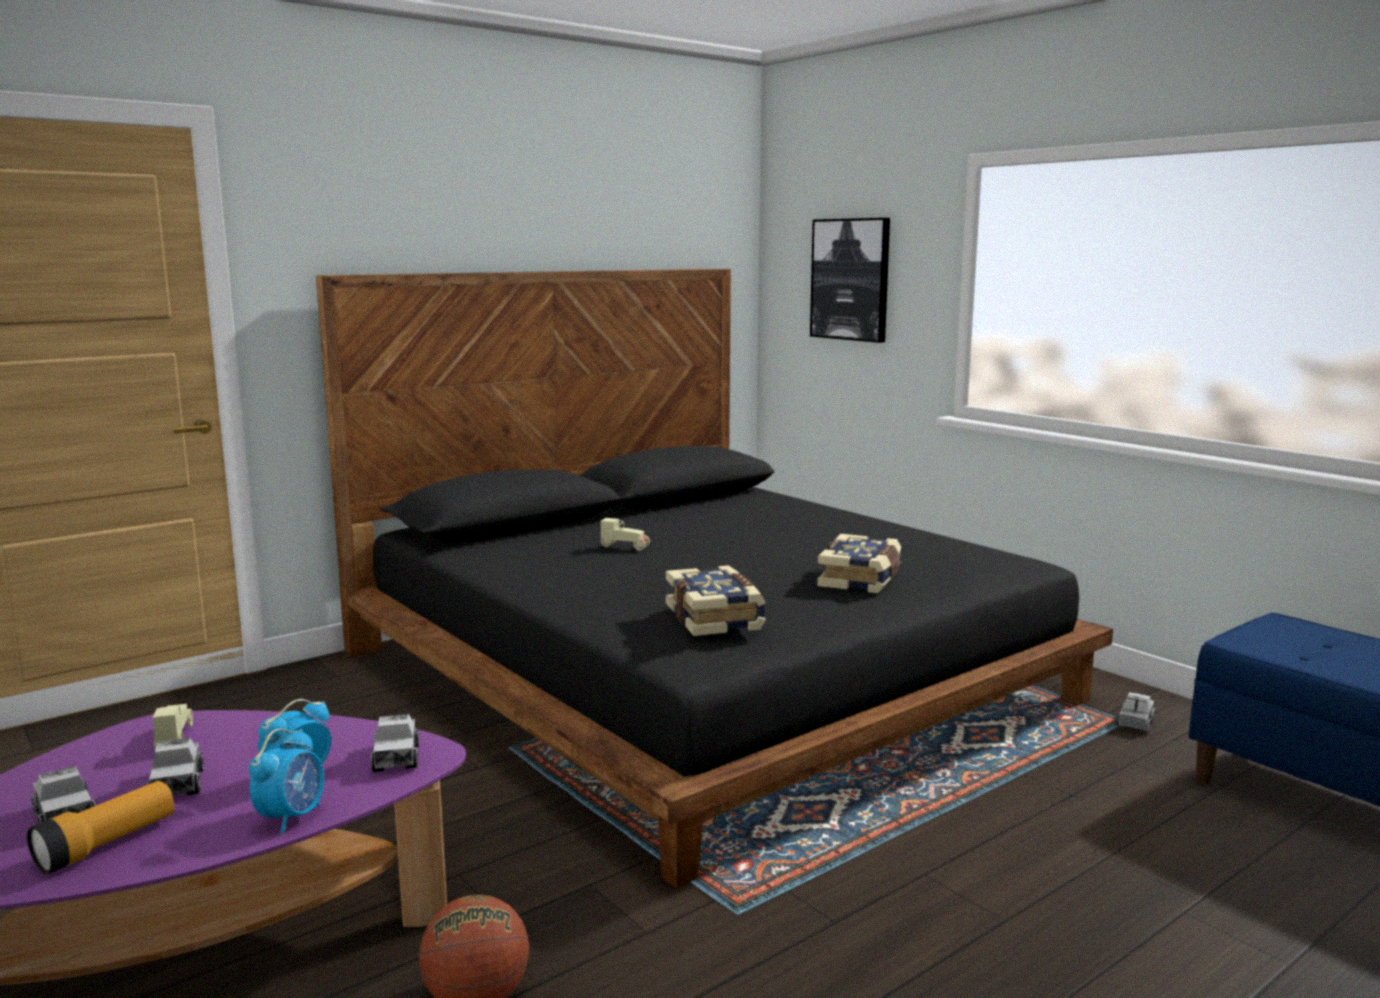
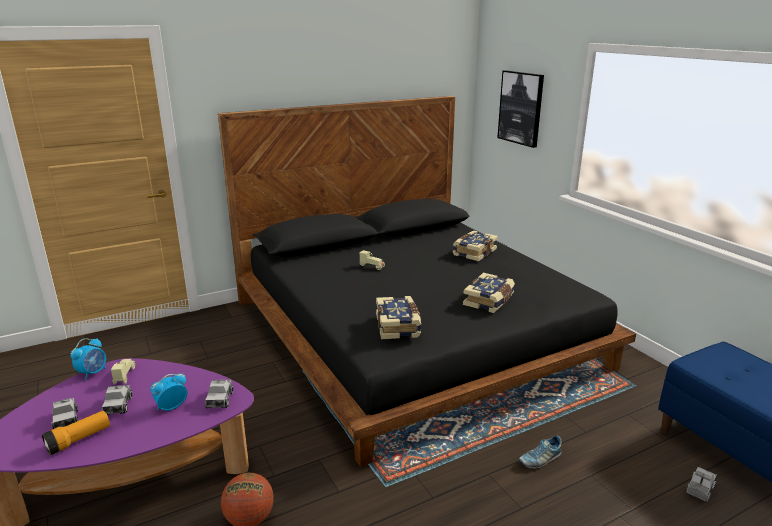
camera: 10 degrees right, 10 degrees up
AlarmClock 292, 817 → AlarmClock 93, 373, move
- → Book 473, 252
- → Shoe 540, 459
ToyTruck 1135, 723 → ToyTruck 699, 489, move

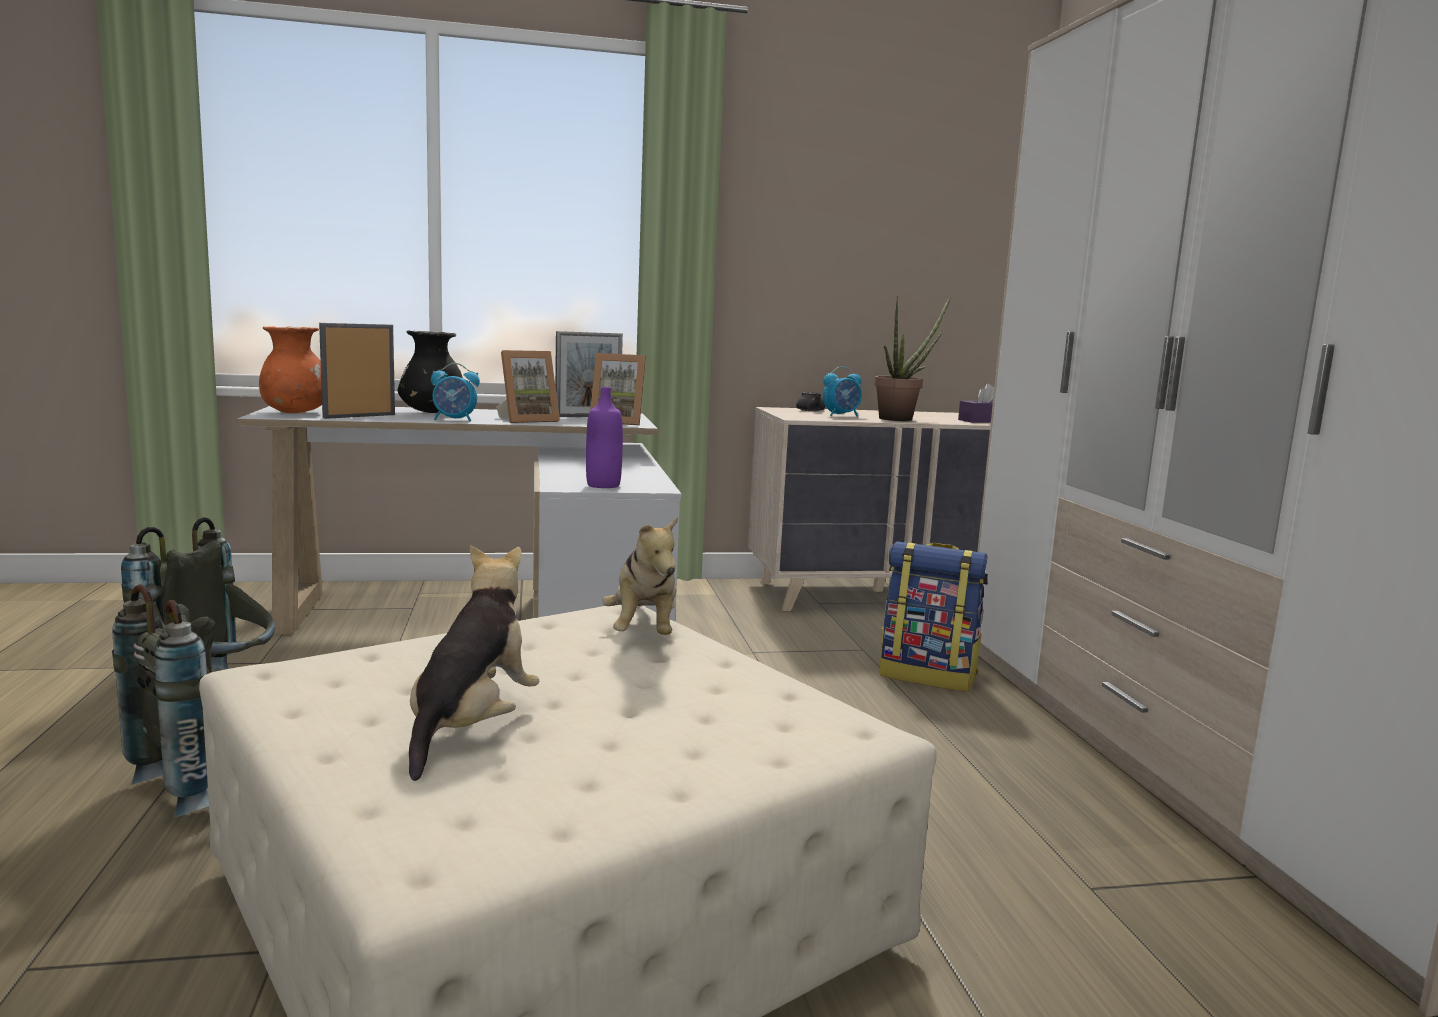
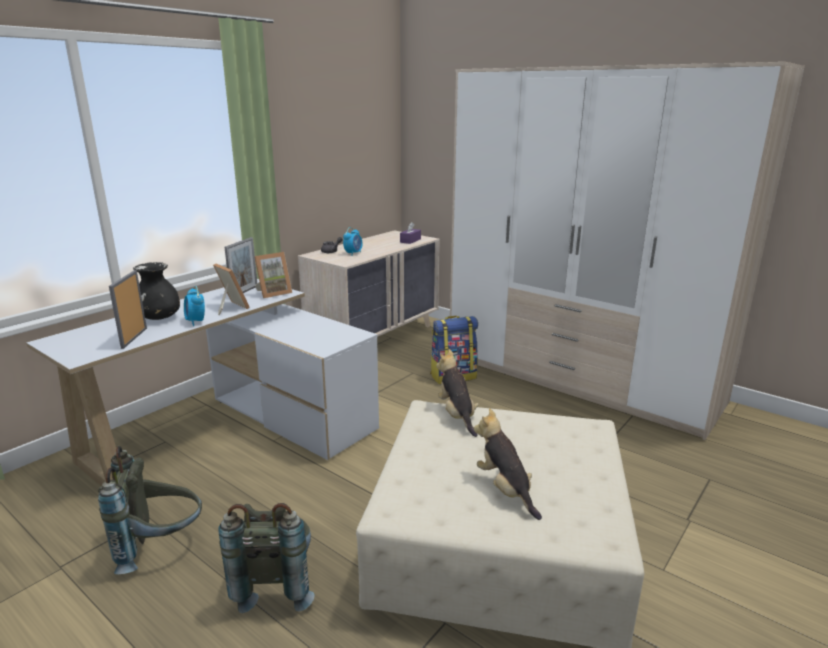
camera: 40 degrees left, 10 degrees up
AlarmClock 454, 420 → AlarmClock 196, 321, 105 degrees clockwise
PictureFrame 527, 420 → PictureFrame 230, 307, 60 degrees counterclockwise
PlushToy 644, 631 → PlushToy 457, 415, 150 degrees counterclockwise
OrangeVase 296, 413 → -
PurpleBottle 603, 485 → -
PottedPlant 901, 419 → -

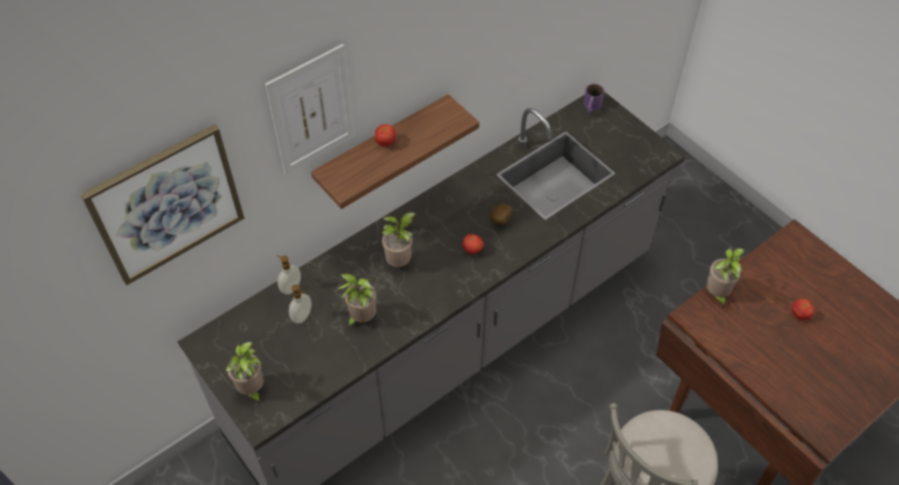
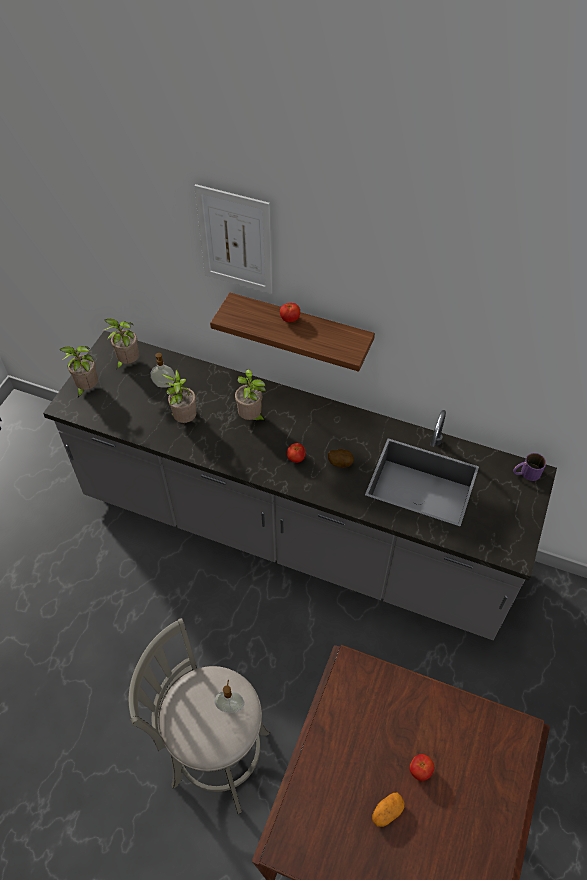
camera: 60 degrees right, 0 degrees up
PottedPlant 716, 294 → PottedPlant 127, 362, move
SoapDispenser 290, 287 → SoapDispenser 230, 706, move
- → Potato 387, 812
Picture 167, 204 → -

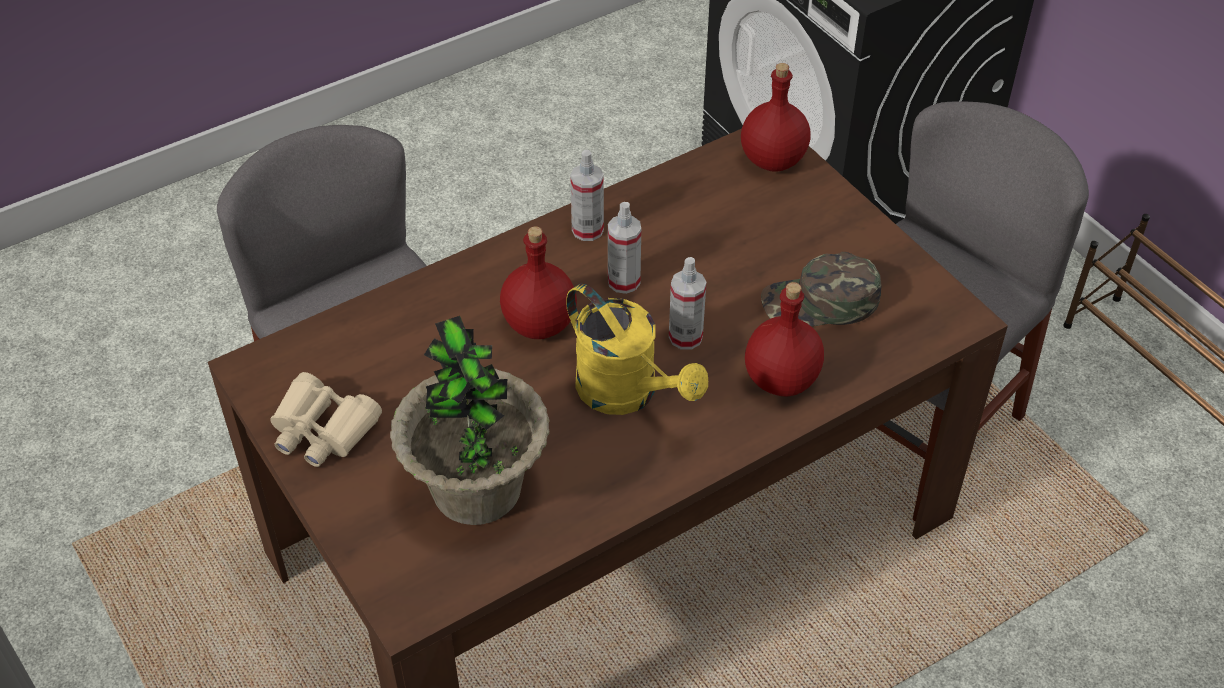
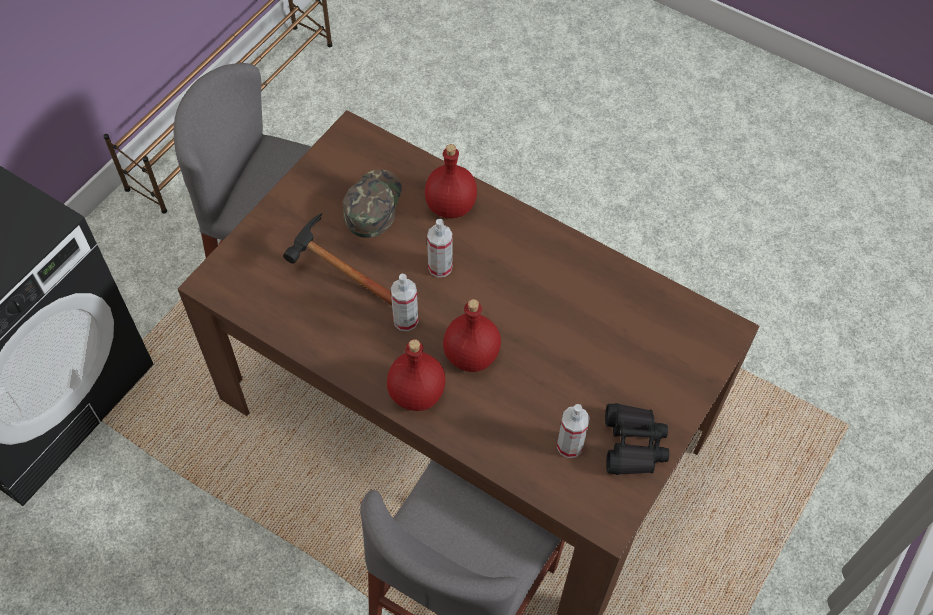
camera: 115 degrees left, 10 degrees up
- → Hammer 333, 272
GreenCap 820, 302 → GreenCap 372, 205, 135 degrees counterclockwise
RedBottle 771, 160 → RedBottle 417, 394, move
SprayBottle 587, 230 → SprayBottle 569, 445, move
BeigeBinoculars 322, 430 → BlackBinoculars 633, 445
PottedPlant 476, 489 → -
YellowWateringCan 628, 393 → -

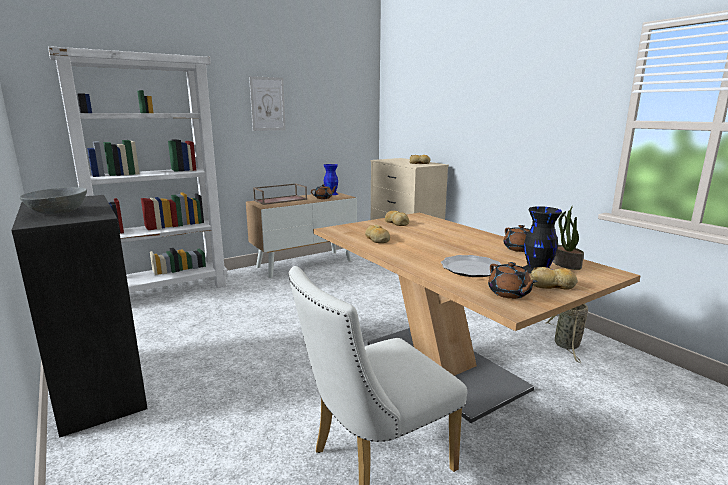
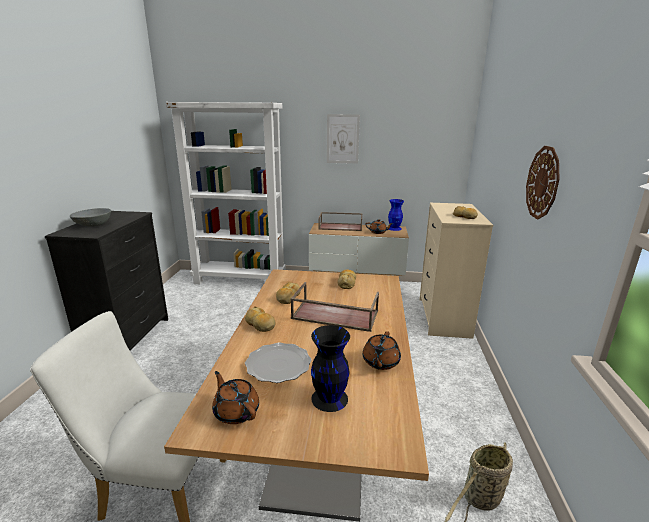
camera: 40 degrees right, 5 degrees up
BrownTeapot 509, 293 → BrownTeapot 236, 411, 120 degrees clockwise
Bread 553, 285 → Bread 260, 324, move
- → BrownTray 334, 315
- → WallClock 543, 182
PottedPlant 565, 264 → -

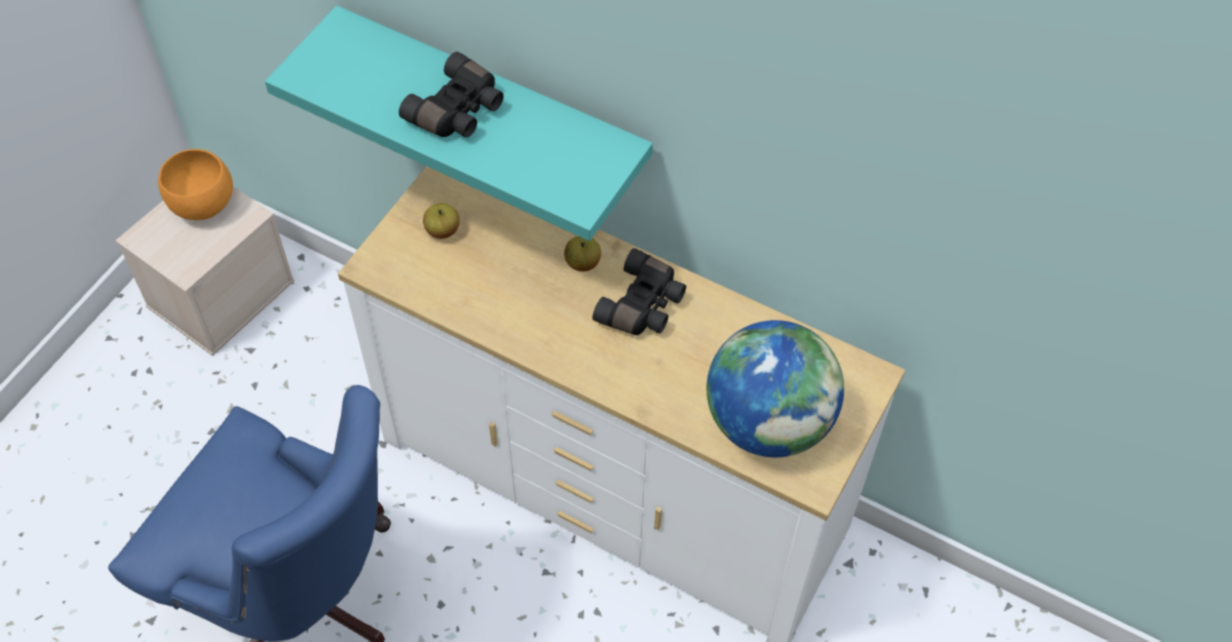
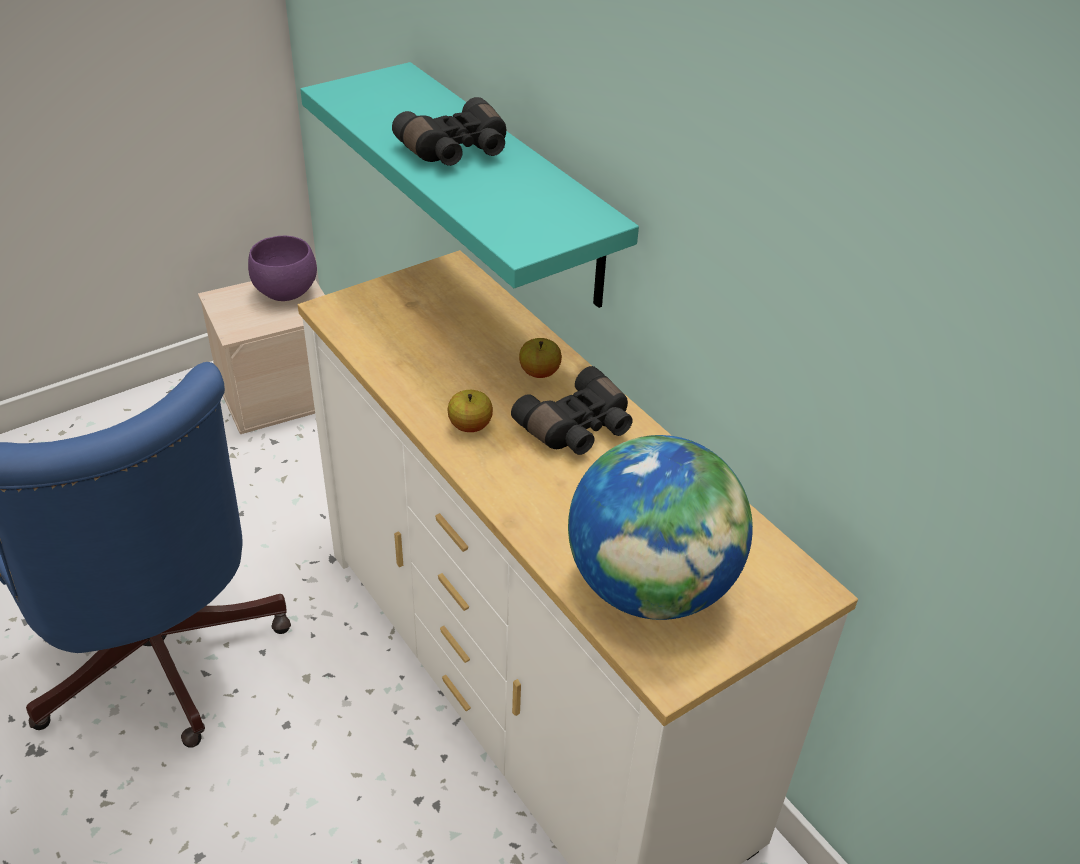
camera: 25 degrees right, 15 degrees down
OrangeBowl 202, 206 → PurpleBowl 284, 293
Apple 442, 231 → Apple 470, 426, move

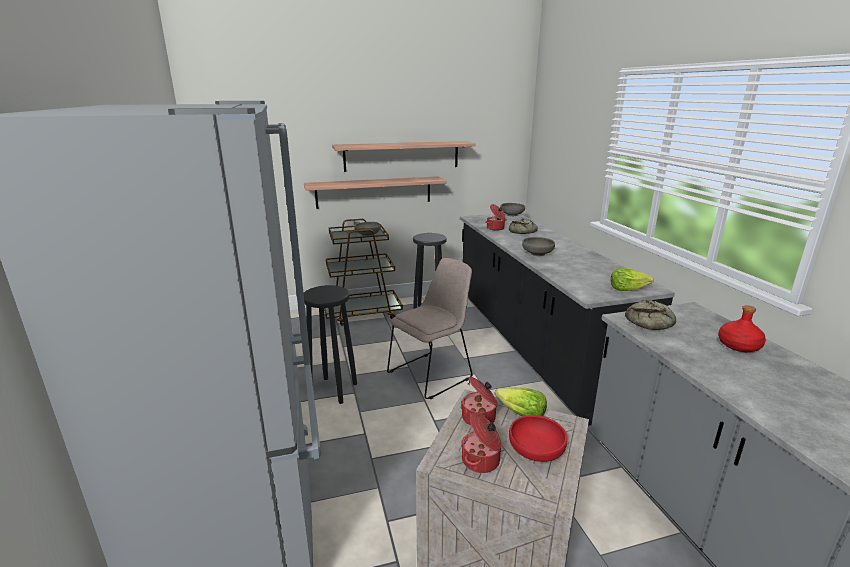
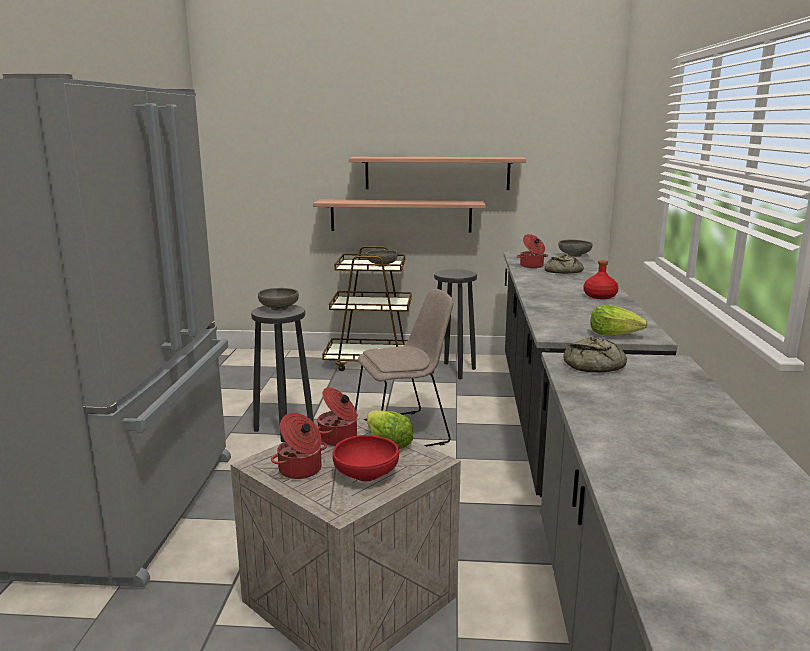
camera: 20 degrees right, 5 degrees down
GreyBowl 537, 254 → GreyBowl 279, 308, move
RedBottle 739, 346 → RedBottle 600, 296, move

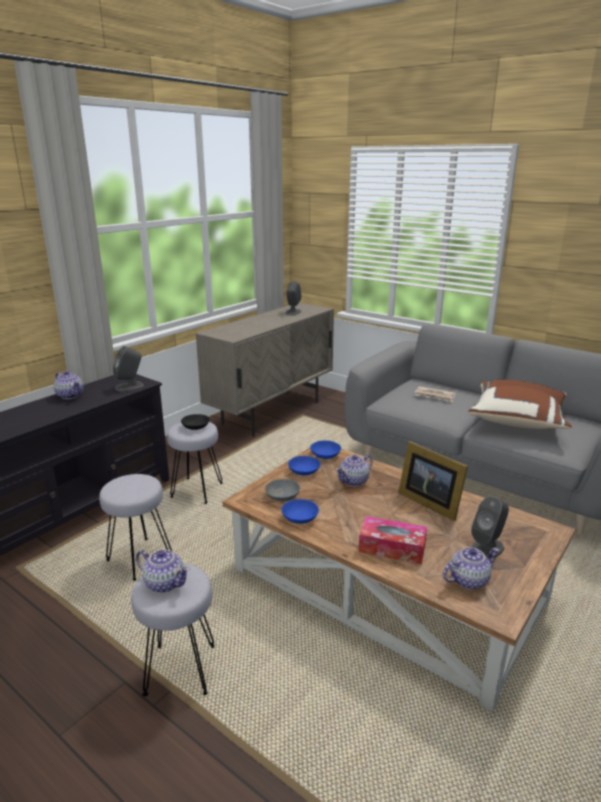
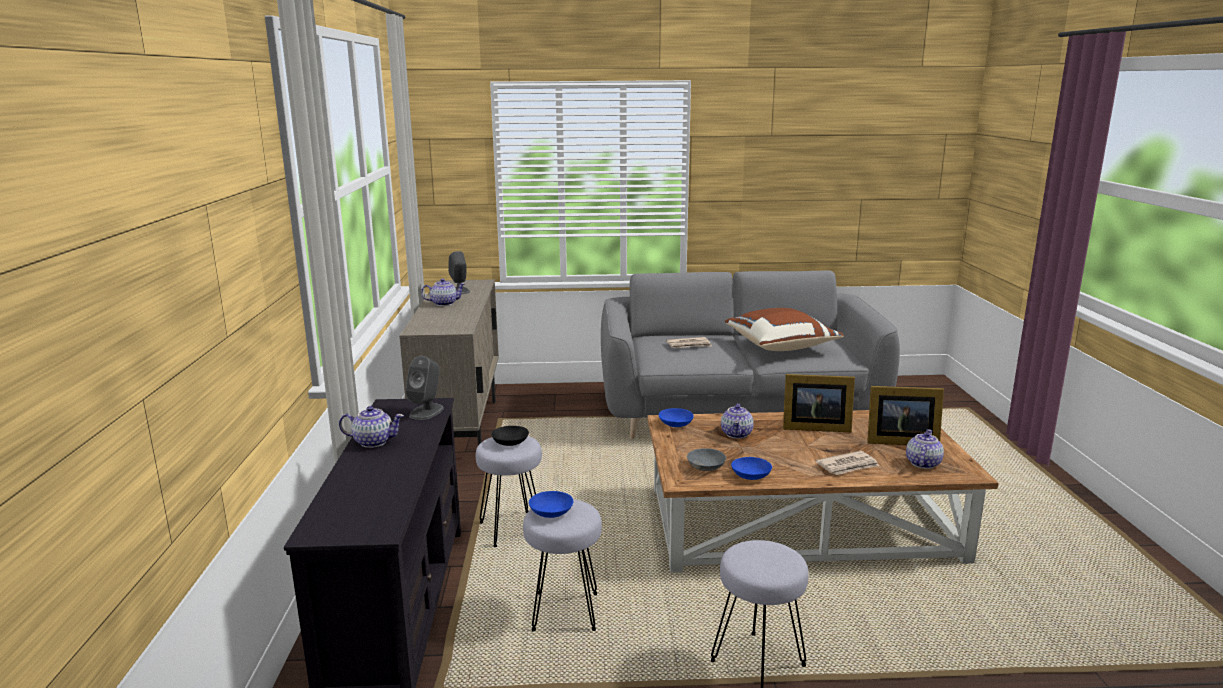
camera: 40 degrees left, 5 degrees down
Teapot 164, 583 → Teapot 444, 303, move
BlueBowl 304, 471 → BlueBowl 552, 512, move
TissueBox 392, 548 → Newspaper 848, 466
GreySpeaker 487, 548 → PictureFrame 898, 440

